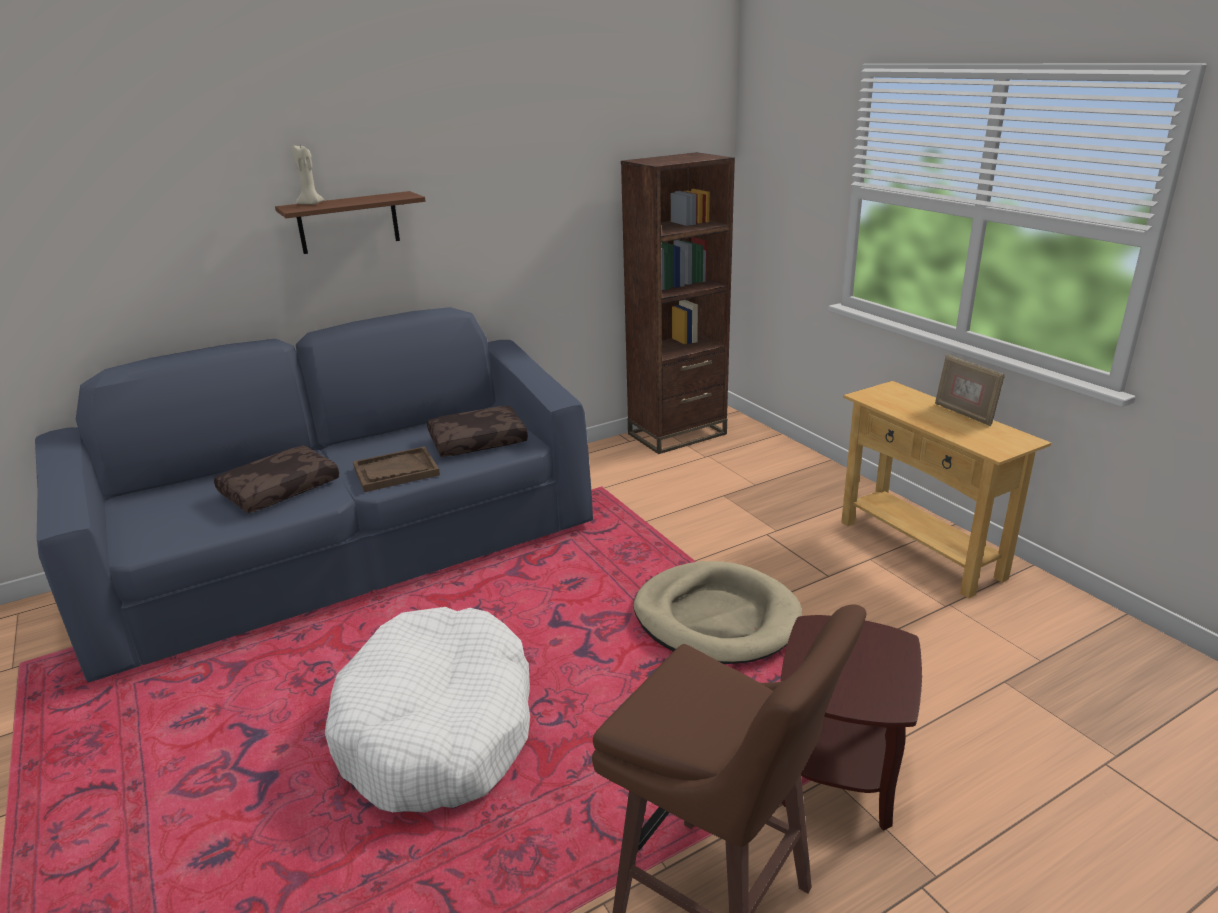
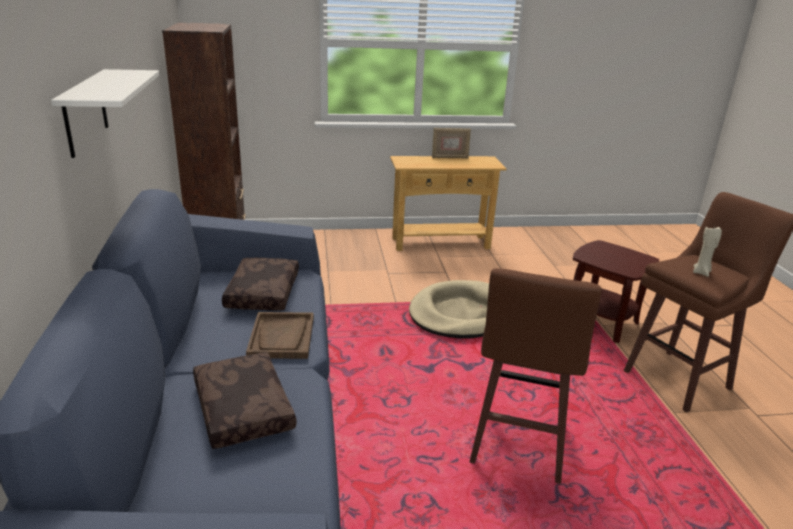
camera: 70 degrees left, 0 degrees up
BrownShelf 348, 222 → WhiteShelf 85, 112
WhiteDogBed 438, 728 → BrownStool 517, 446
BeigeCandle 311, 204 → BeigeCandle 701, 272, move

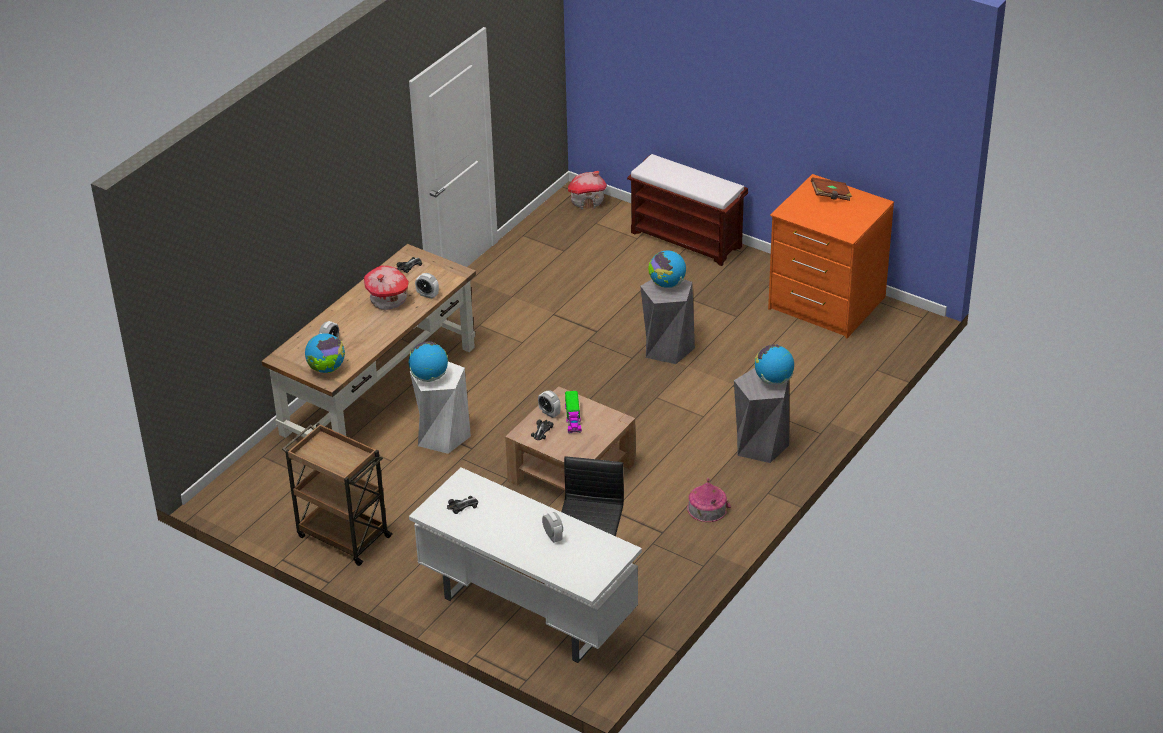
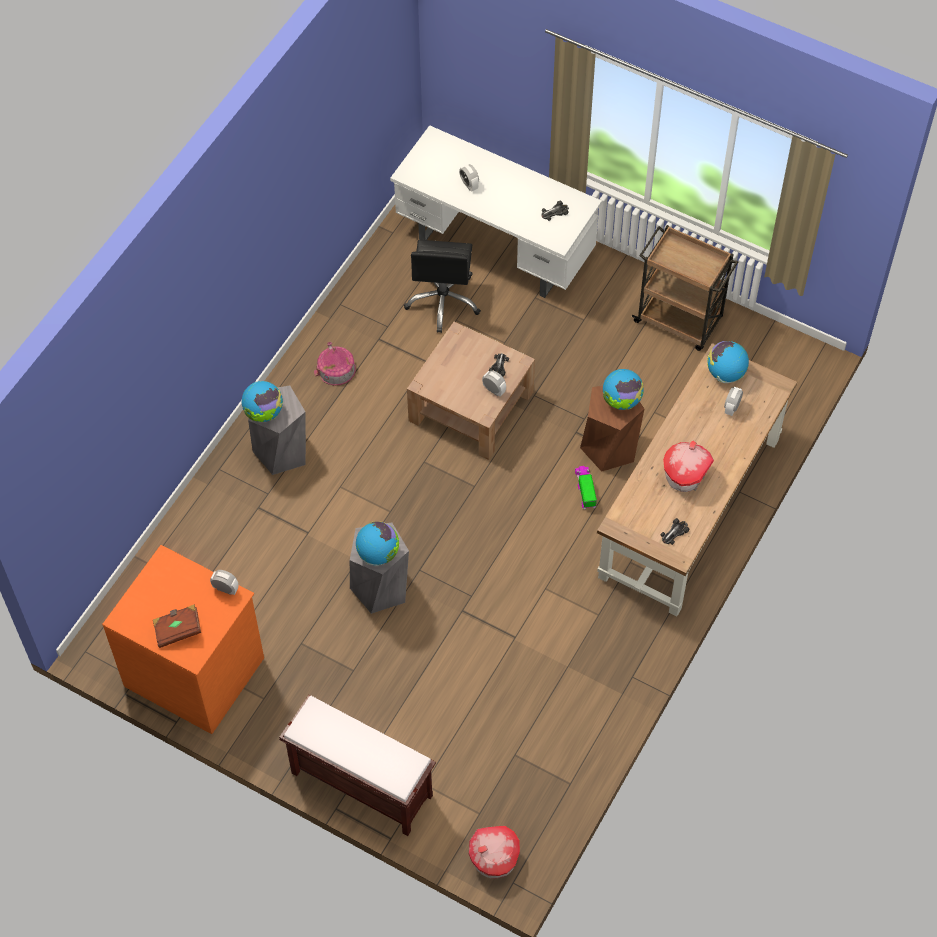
camera: 175 degrees right, 20 degrees up
AlarmClock 427, 295 → AlarmClock 225, 589, move
ToyTruck 573, 418 → ToyTruck 585, 490, move
WhiteStool 442, 435 → BrownStool 609, 447

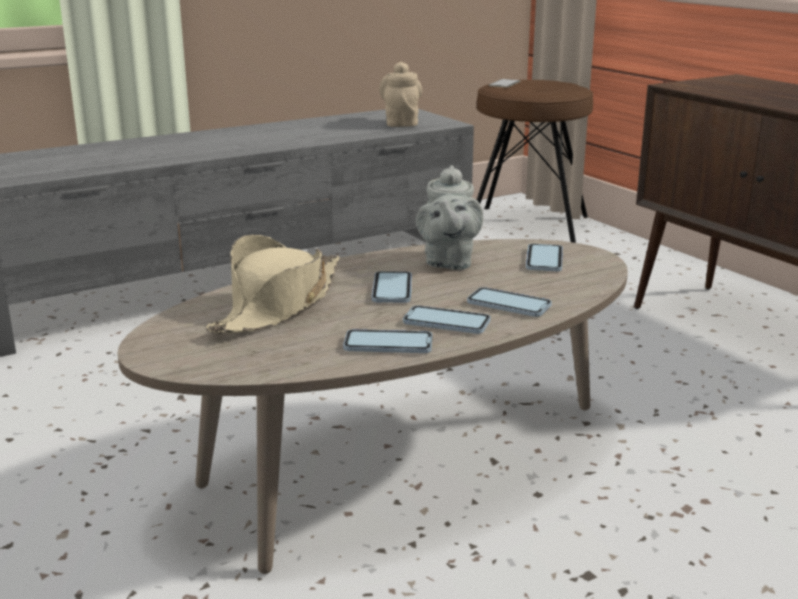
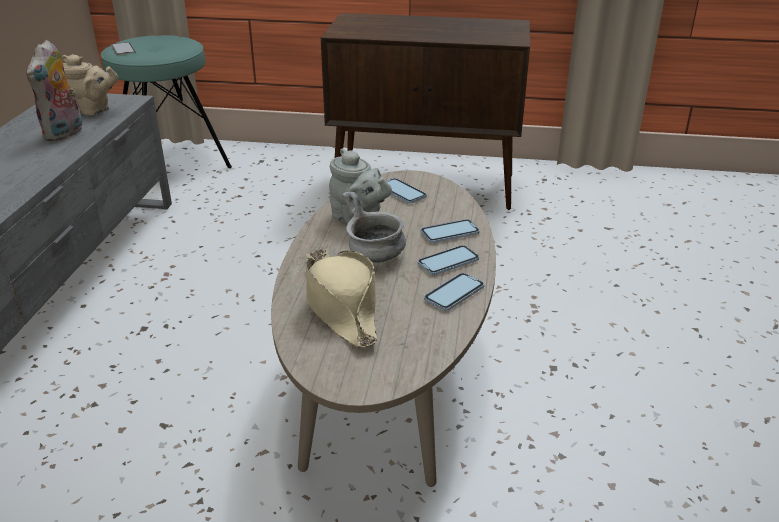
camera: 50 degrees left, 10 degrees up
- → PlushToy 65, 134
BeigeTeapot 401, 123 → BeigeTeapot 92, 111, 150 degrees clockwise
BrownStool 528, 227 → TurquoiseStool 171, 162
Phone 392, 289 → GreyBowl 374, 256

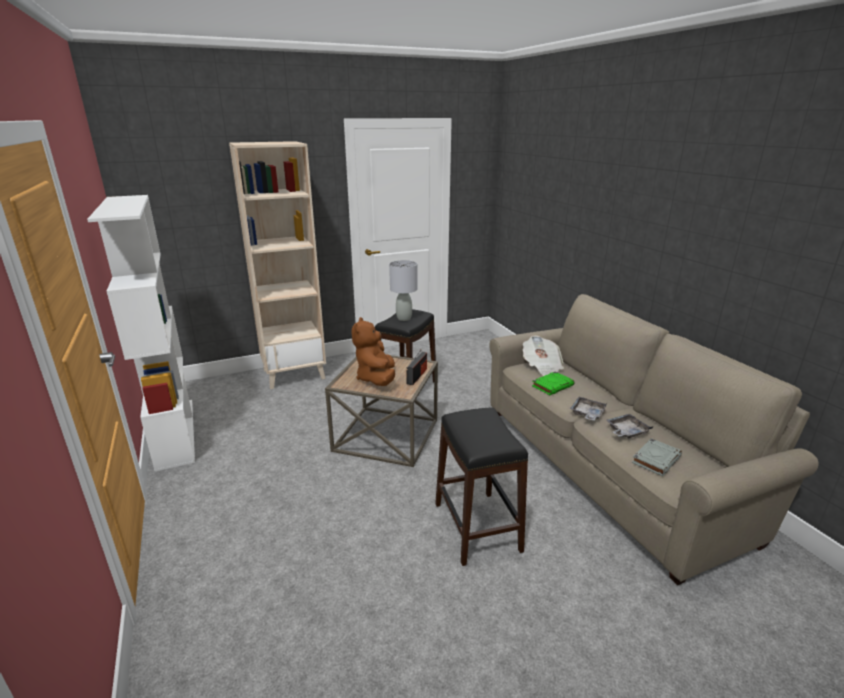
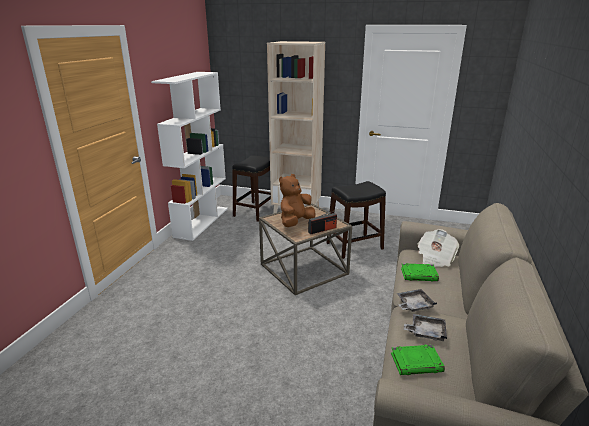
camera: 40 degrees right, 0 degrees up
BlackStool 477, 526 → BlackStool 255, 211, move
GreyBook 656, 459 → GreenBook 416, 362
GreyTableLamp 403, 318 → -

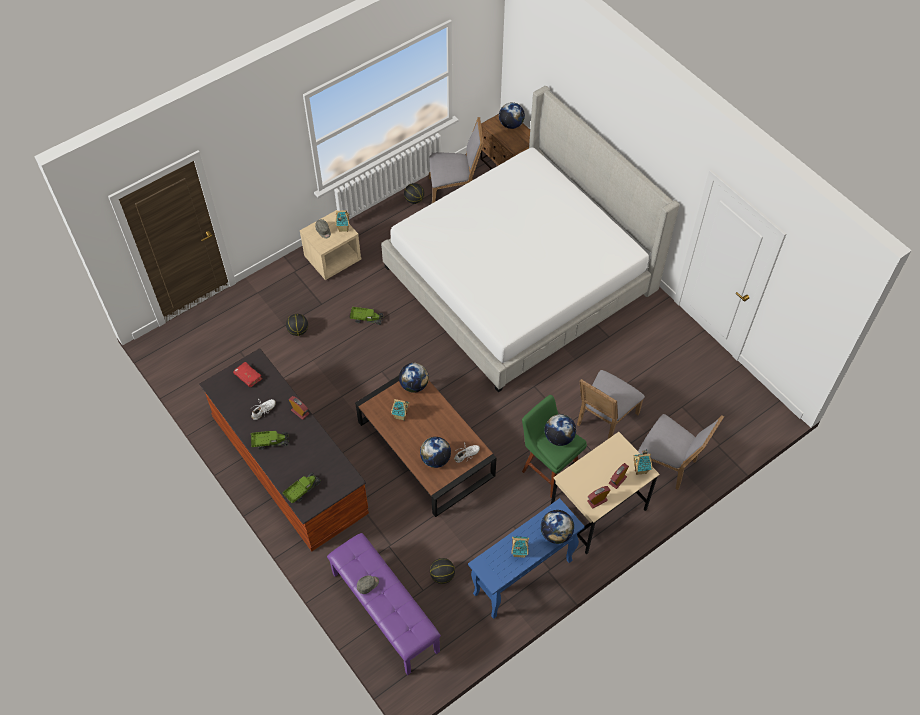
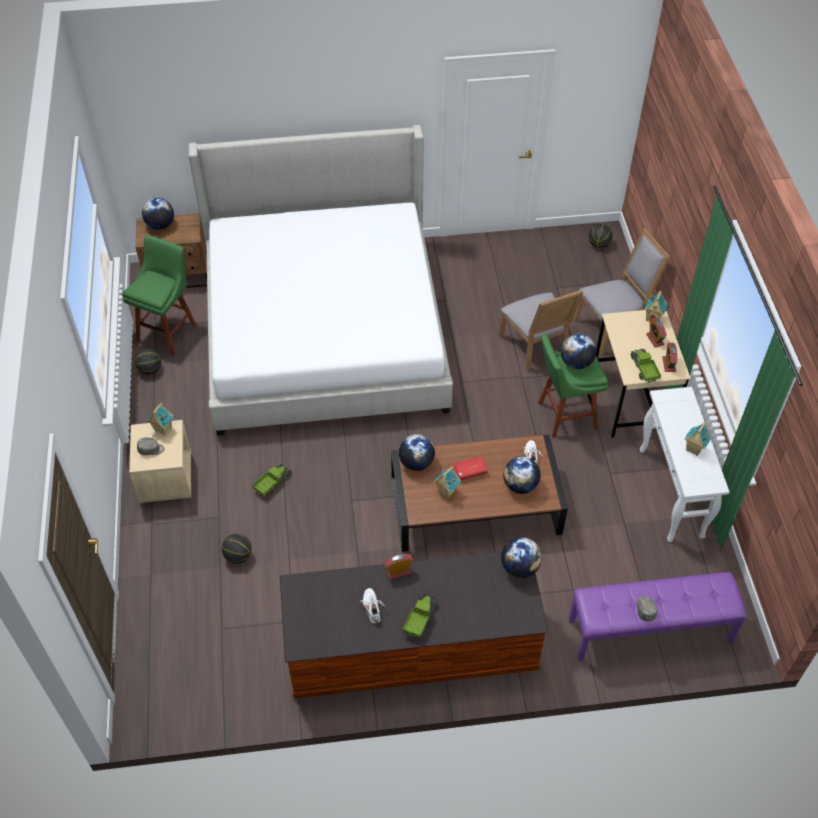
camera: 60 degrees left, 5 degrees down
GreyChair 454, 190 → GreenStool 168, 331
RedBook 248, 376 → RedBook 470, 471, move
Globe 556, 533 → Globe 519, 567, move
Basketball 442, 575 → Basketball 599, 244, move
ToyTruck 302, 490 → ToyTruck 643, 369, move
BlueConsoleTable 522, 578 → WhiteConsoleTable 671, 493

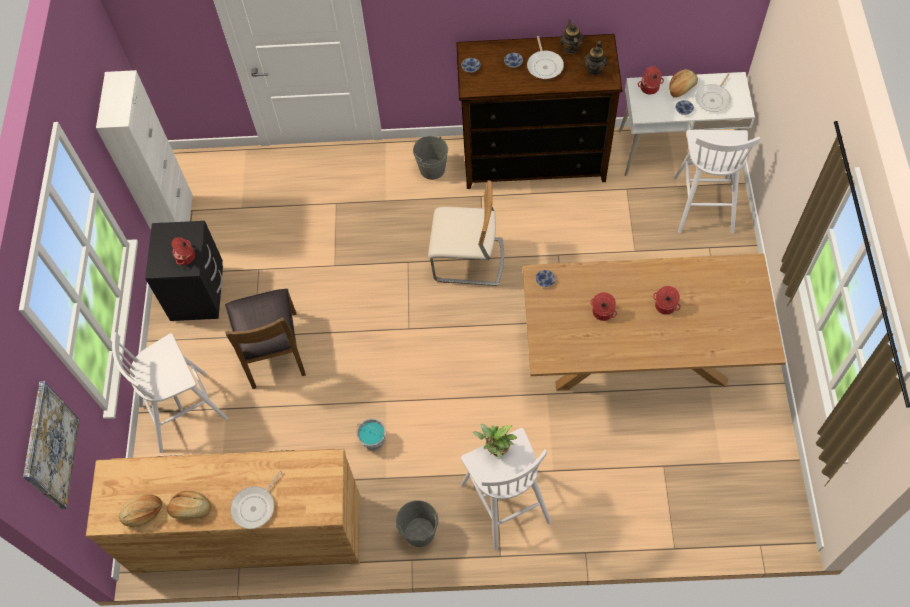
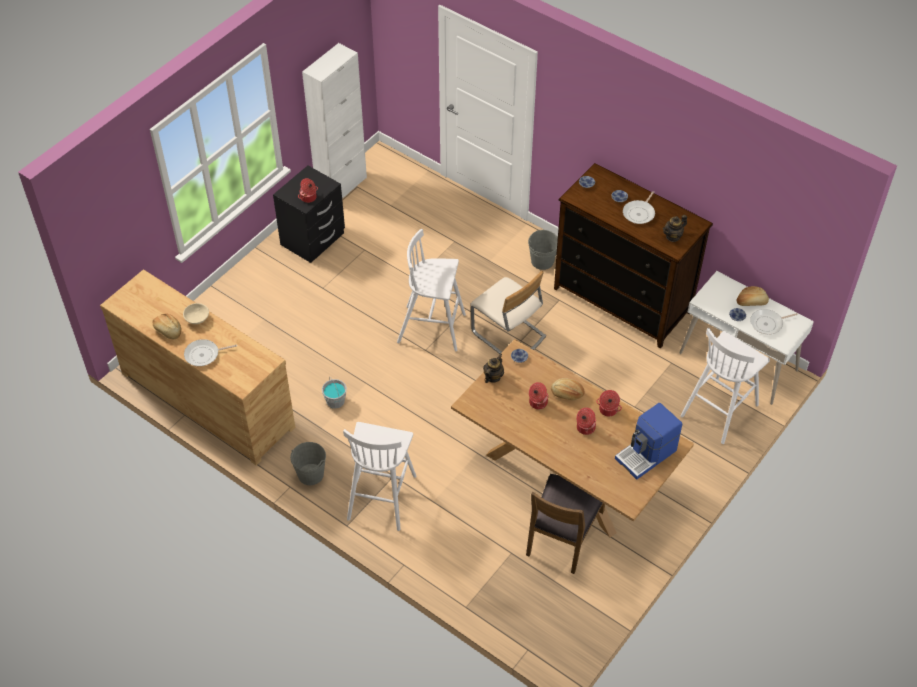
camera: 35 degrees right, 10 degrees down
- → BeigeBowl 197, 318
WhiteStool 185, 411 → WhiteStool 433, 328, move
Teapot 570, 48 → Teapot 493, 377, move
BrownChair 272, 350 → BrownChair 562, 537, move
Bread 143, 513 → Bread 567, 393, move
CookingPot 649, 88 → CookingPot 608, 410, move
- → CoffeeMachine 647, 455
Picture 50, 446 → -
PottedPlant 496, 450 → -

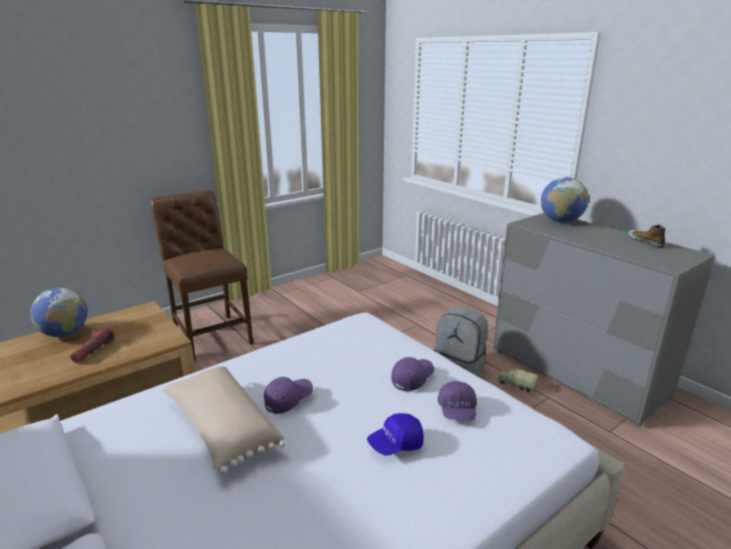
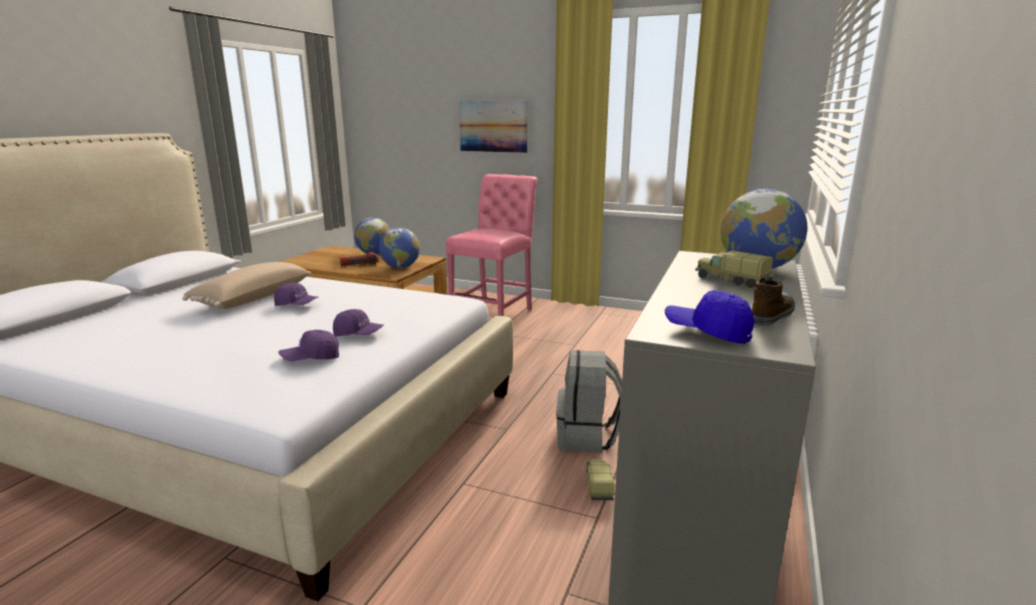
camera: 60 degrees right, 5 degrees down
- → Globe 400, 267
BrownChair 211, 334 → PinkChair 495, 313
- → Picture 493, 126
BlueCap 396, 444 → BlueCap 707, 332, move
- → ToyTruck 731, 280

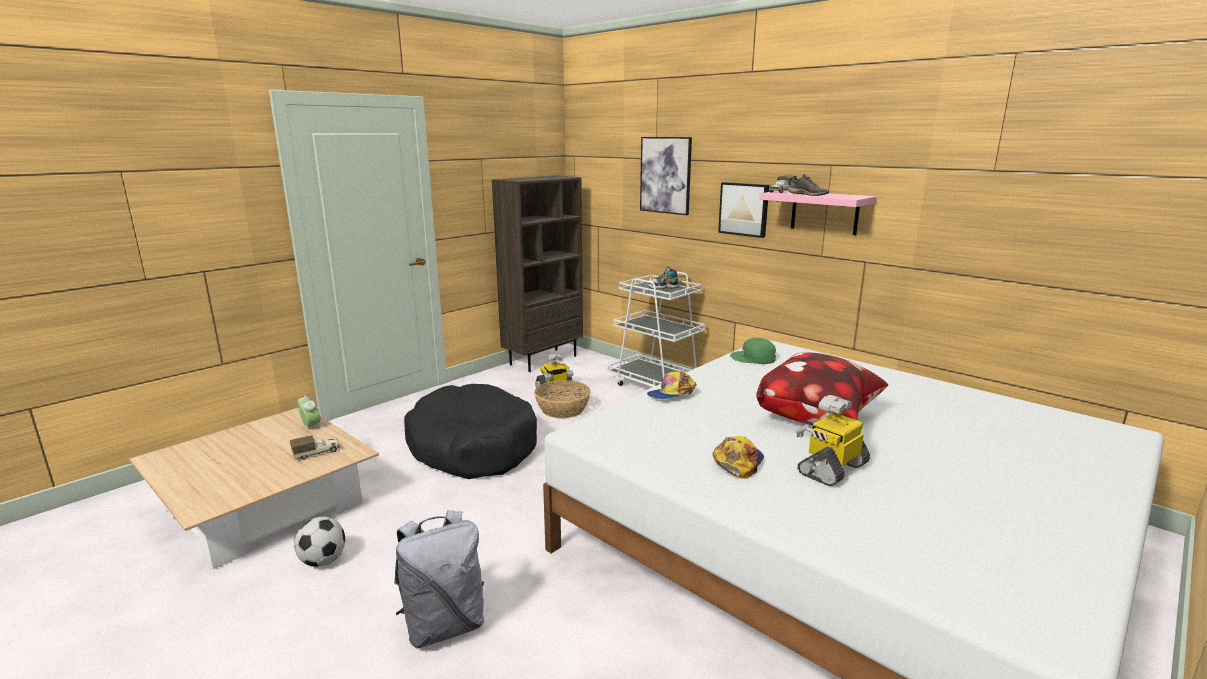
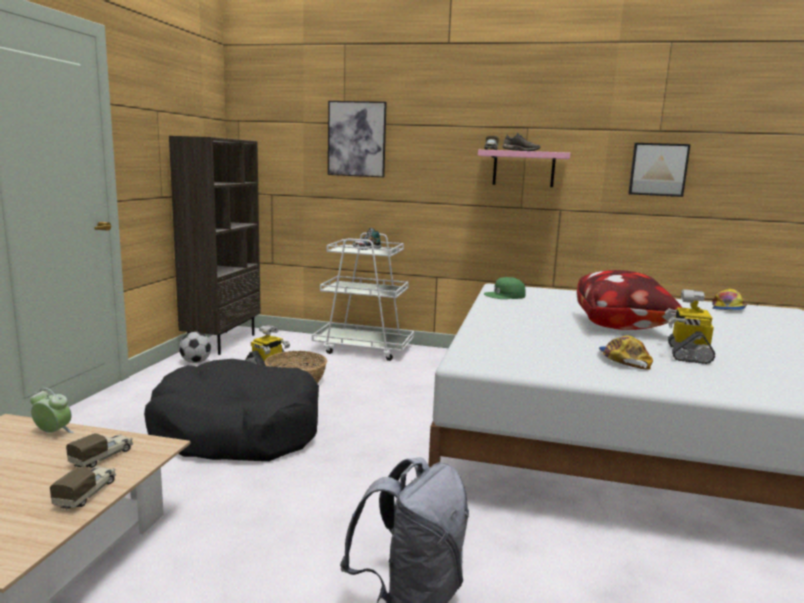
camera: 30 degrees left, 5 degrees down
- → ToyTruck 87, 494
Football 323, 561 → Football 195, 362, move
Picture 744, 209 → Picture 658, 169, move
Cap 672, 394 → Cap 728, 308, move

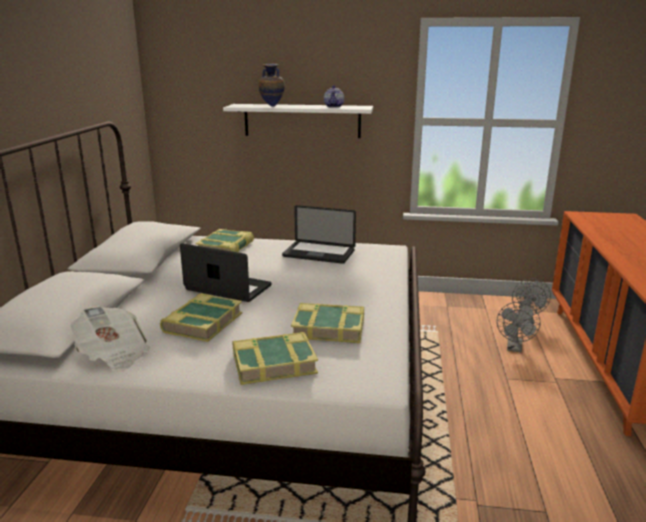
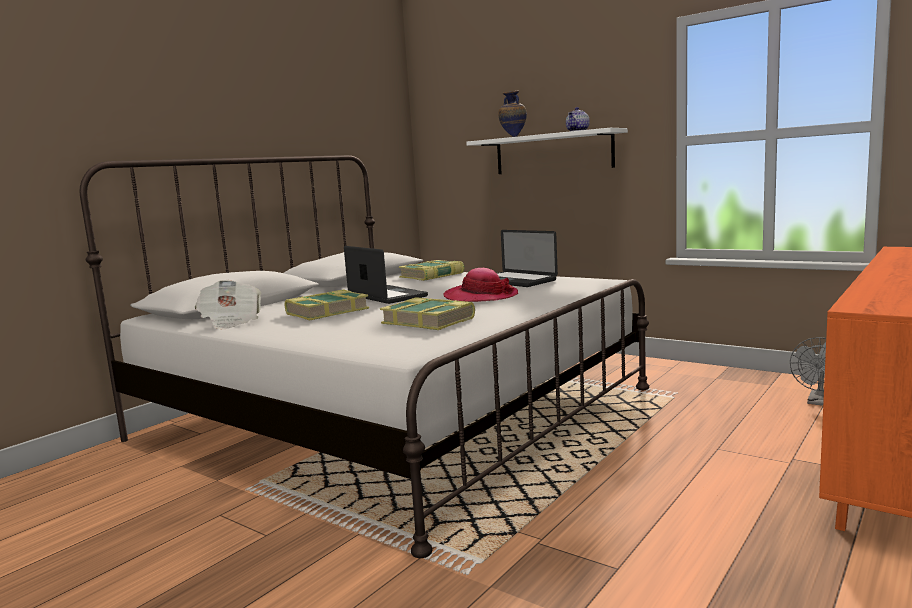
camera: 30 degrees right, 10 degrees down
- → Hat 480, 297
Book 274, 363 → -
GreyFan 514, 348 → -

